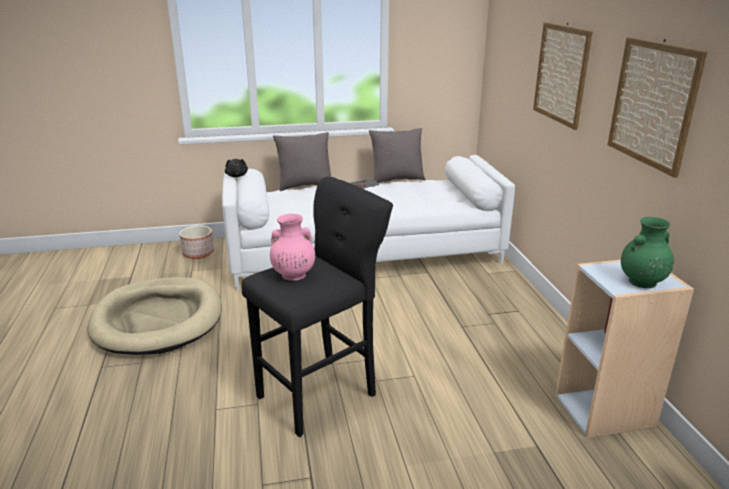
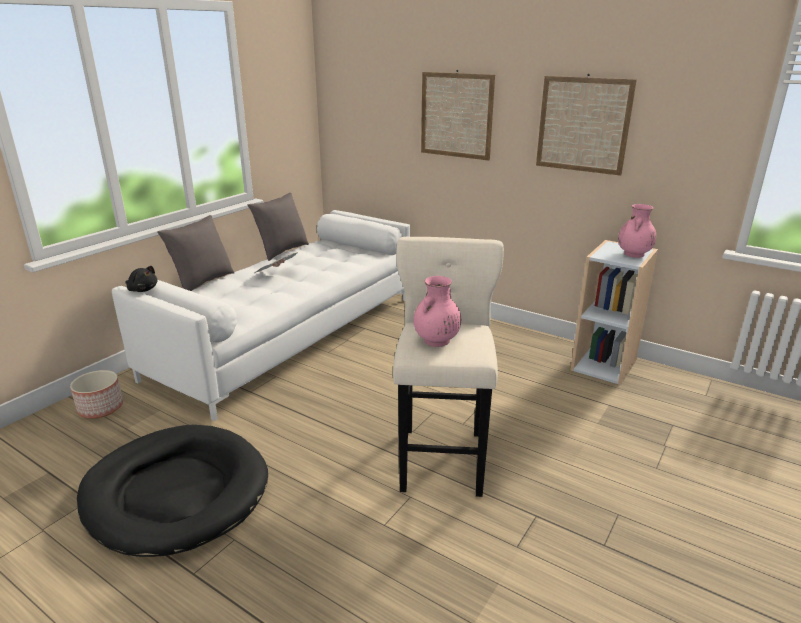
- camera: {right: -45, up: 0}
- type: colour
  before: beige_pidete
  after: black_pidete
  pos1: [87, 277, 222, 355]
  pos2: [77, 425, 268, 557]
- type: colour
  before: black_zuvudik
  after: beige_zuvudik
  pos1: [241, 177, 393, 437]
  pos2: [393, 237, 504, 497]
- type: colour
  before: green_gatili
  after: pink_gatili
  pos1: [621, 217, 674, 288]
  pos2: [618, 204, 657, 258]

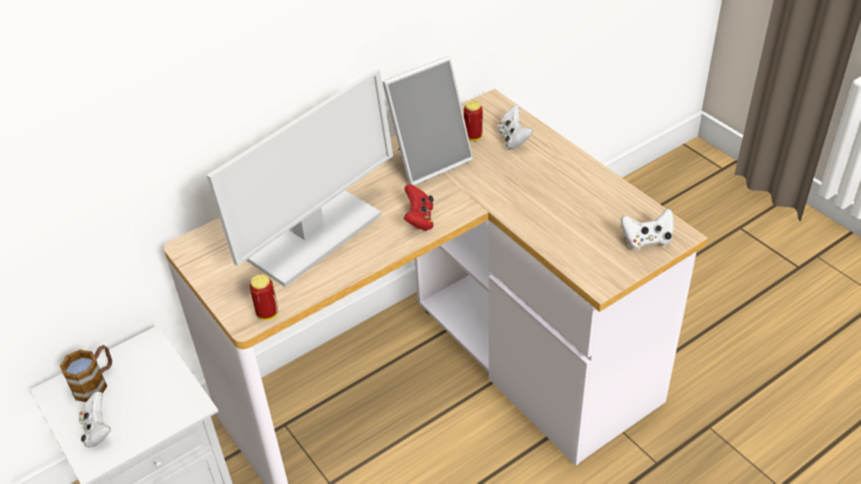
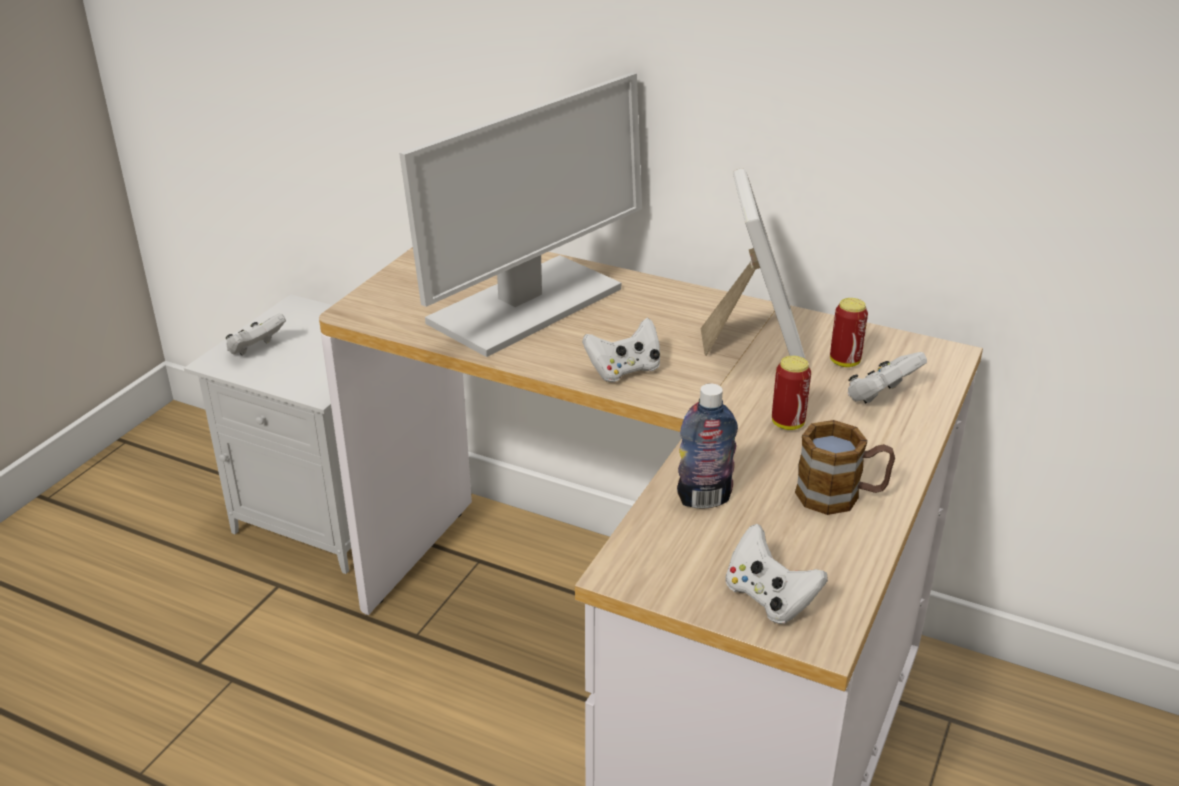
- camera: {right: 60, up: -10}
- type: relocated
  before: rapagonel
  pos1: [60, 345, 112, 402]
  pos2: [795, 420, 895, 515]
- type: spun
  before: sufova
  pos1: [207, 69, 393, 287]
  pos2: [399, 72, 642, 357]
  turn: -60
- type: relocated
  before: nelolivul
  pos1: [250, 275, 278, 320]
  pos2: [772, 356, 811, 430]
- type: spun
  before: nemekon
  pos1: [382, 56, 473, 186]
  pos2: [701, 168, 805, 359]
  turn: -120
- type: colour
  before: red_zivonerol
  after: white_zivonerol
  pos1: [404, 184, 434, 231]
  pos2: [582, 318, 660, 382]
- type: appeared
  after: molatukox
  pos2: [677, 384, 738, 509]

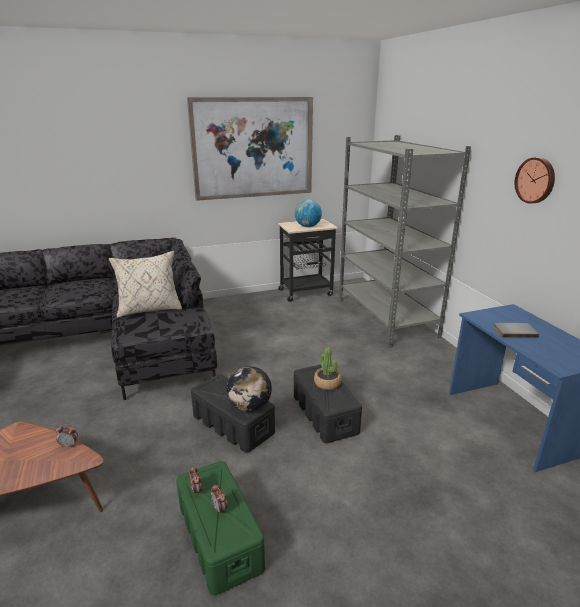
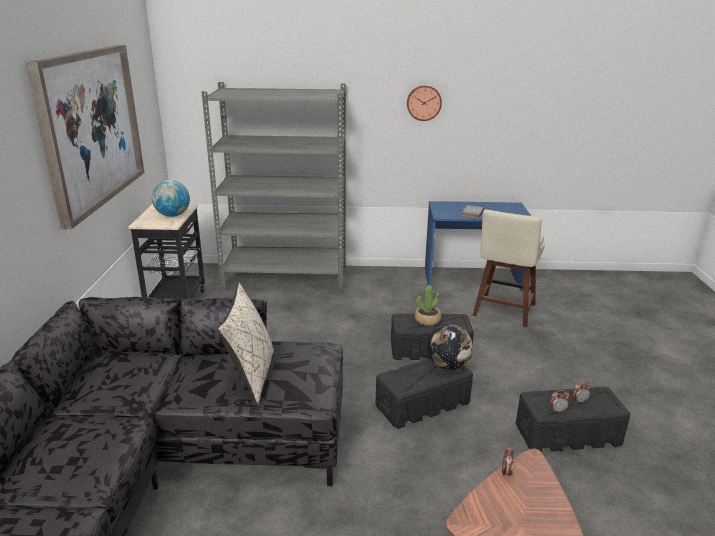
- camera: {right: -70, up: 0}
- type: colour
  before: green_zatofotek
  after: black_zatofotek
  pos1: [176, 461, 265, 595]
  pos2: [516, 387, 630, 452]
- type: appeared
  after: beige_zuvudik
  pos2: [472, 209, 545, 327]

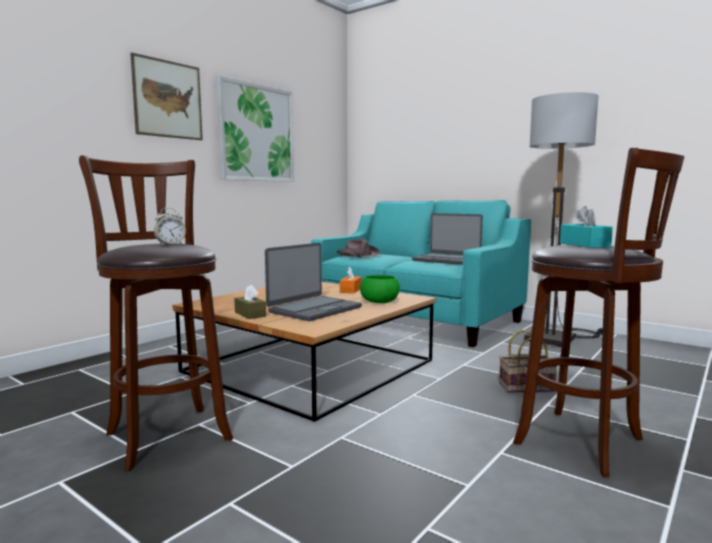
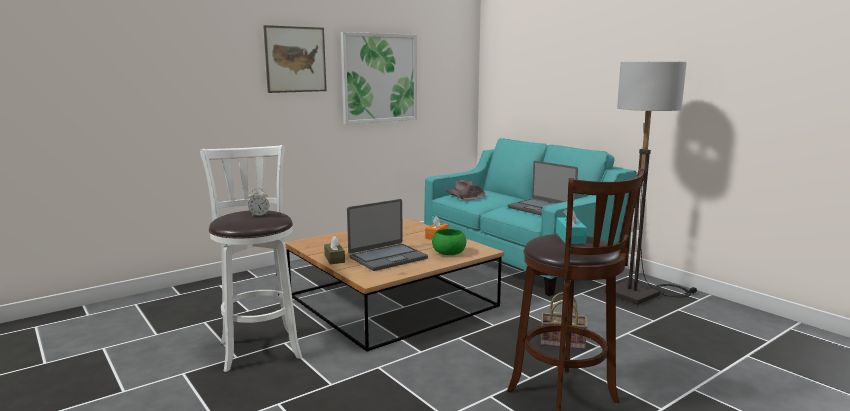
- camera: {right: 15, up: 5}
- type: colour
  before: brown_zuvudik
  after: white_zuvudik
  pos1: [79, 155, 233, 471]
  pos2: [200, 145, 302, 372]

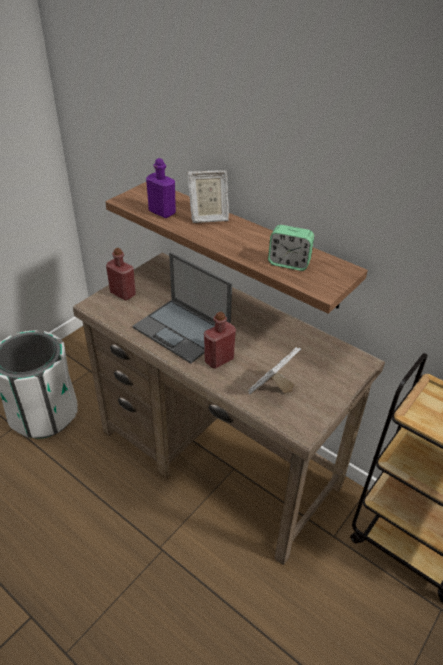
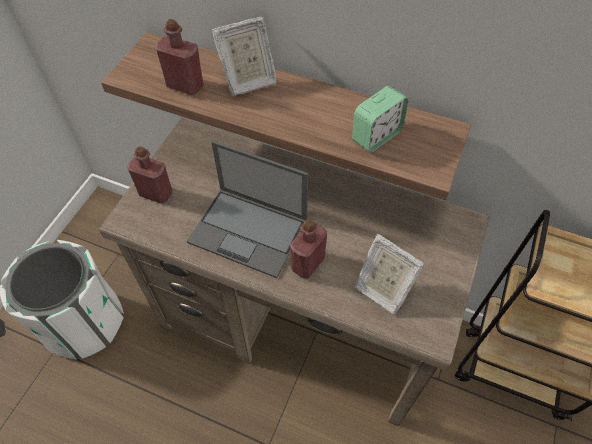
- camera: {right: -15, up: 15}
- type: colour
  before: purple_molatukox
  after: red_molatukox
  pos1: [146, 158, 176, 218]
  pos2: [156, 19, 203, 95]
- type: spun
  before: nemekon
  pos1: [248, 347, 301, 394]
  pos2: [355, 234, 424, 314]
  turn: -75
- type: spun
  before: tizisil
  pos1: [268, 225, 314, 271]
  pos2: [352, 86, 409, 153]
  turn: -45

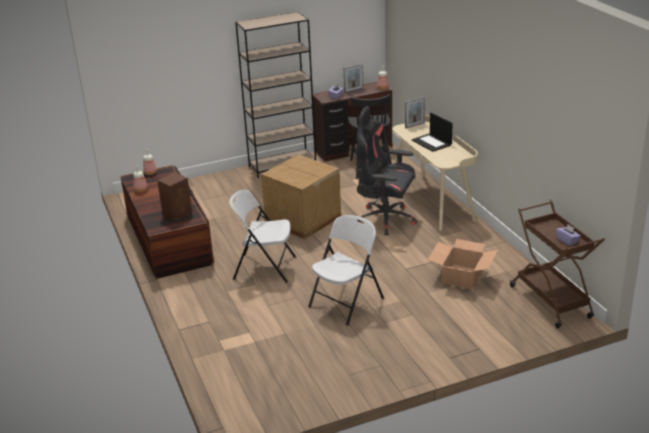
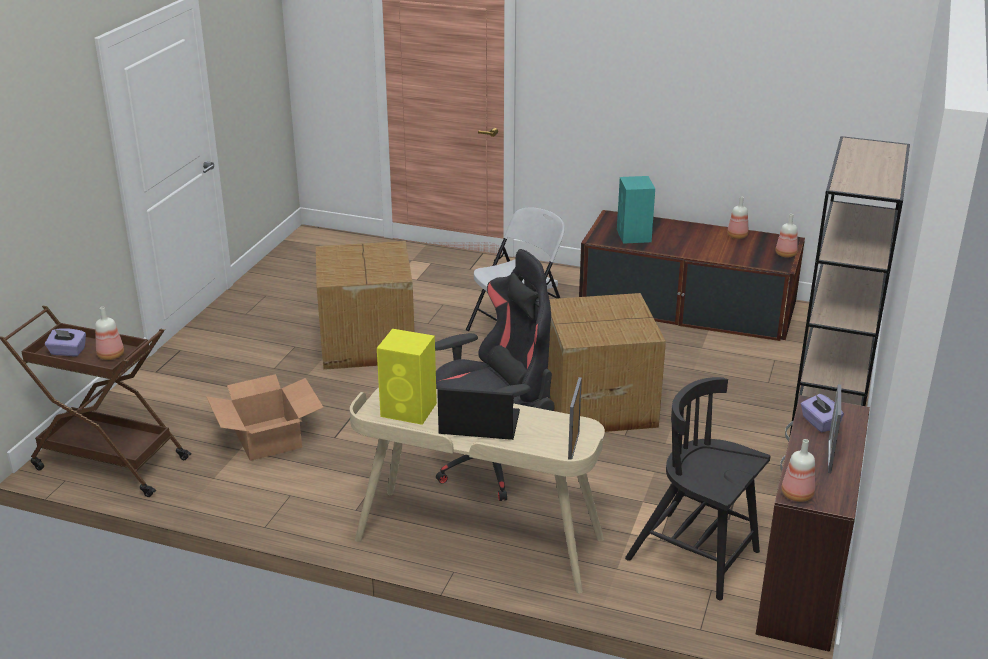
- camera: {right: 130, up: 0}
- type: colour
  before: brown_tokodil
  after: turquoise_tokodil
  pos1: [157, 172, 192, 221]
  pos2: [617, 176, 655, 244]
- type: exchanged
  before: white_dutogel
  after: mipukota
  pos1: [308, 215, 384, 326]
  pos2: [316, 241, 414, 370]
- type: appeared
  after: molatukox
  pos2: [95, 307, 124, 360]
- type: appeared
  after: yellow_tokodil
  pos2: [377, 329, 437, 425]

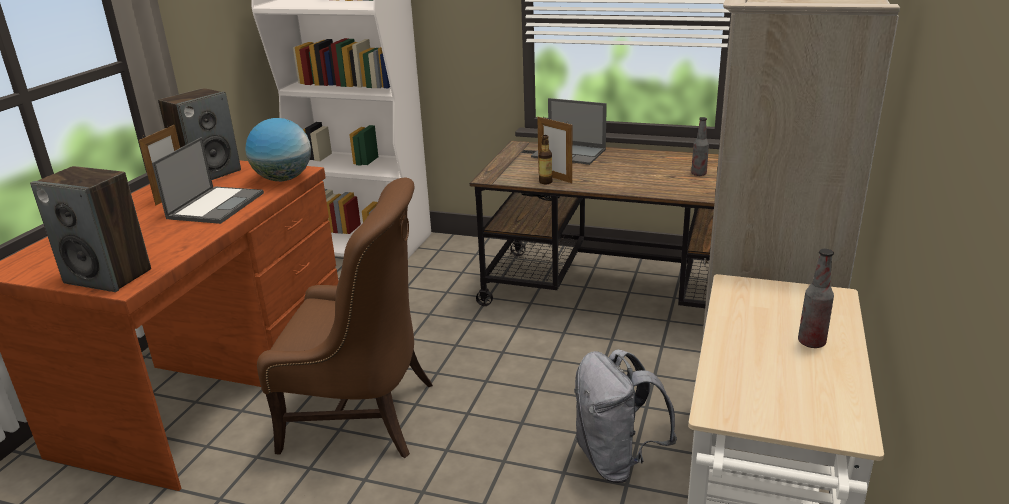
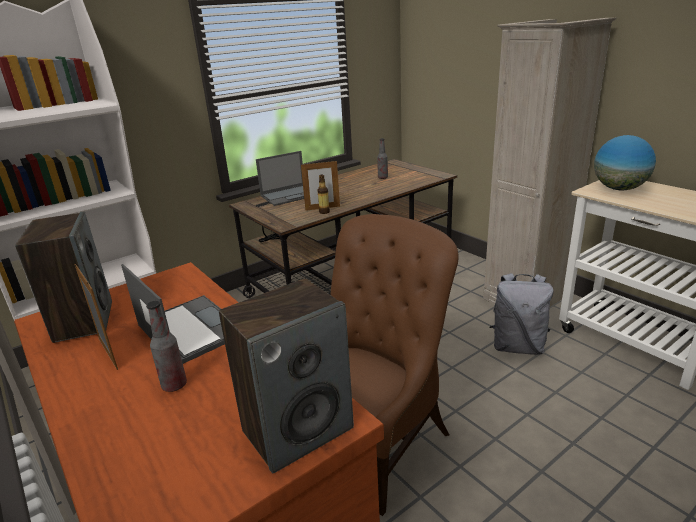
- camera: {right: -55, up: 0}
- type: relocated
  before: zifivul
  pos1: [245, 118, 311, 181]
  pos2: [594, 135, 656, 190]
- type: relocated
  before: molatukox
  pos1: [798, 249, 834, 348]
  pos2: [146, 301, 187, 392]

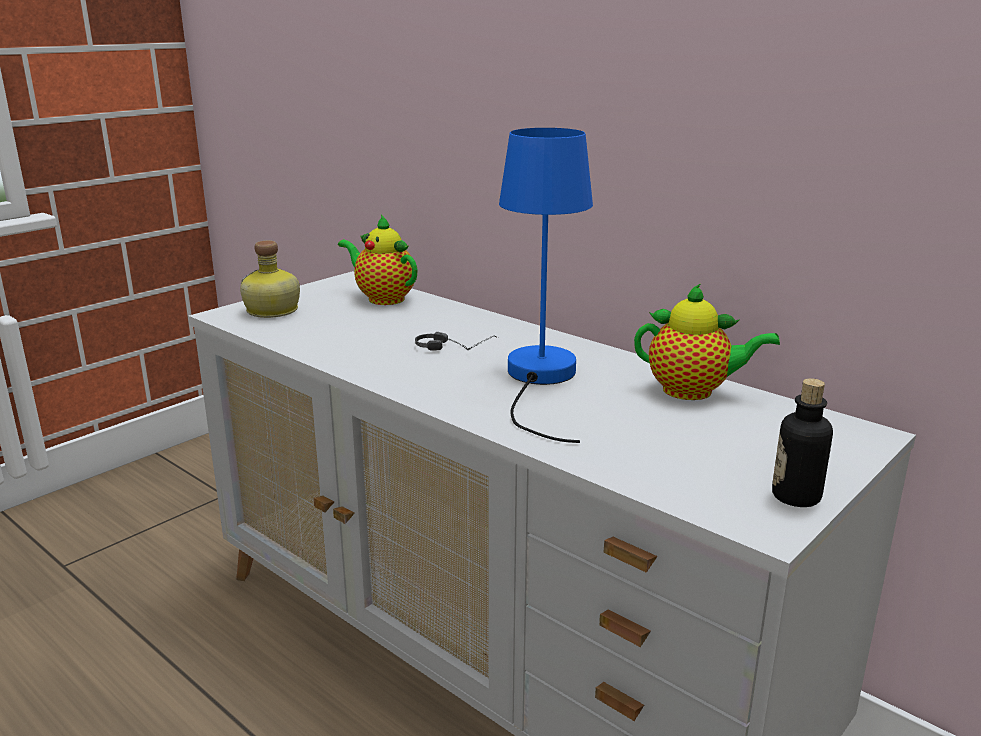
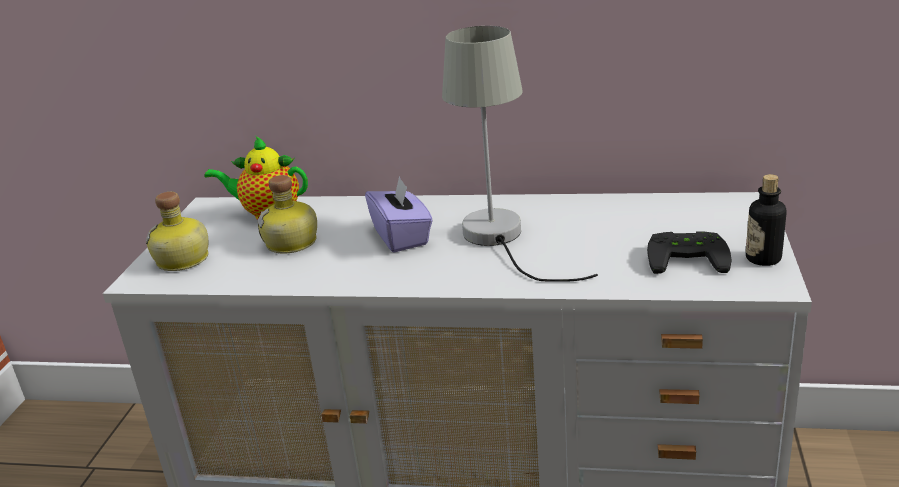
- camera: {right: -30, up: 5}
- type: exchanged
  before: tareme
  after: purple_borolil
  pos1: [415, 332, 498, 350]
  pos2: [365, 176, 433, 252]
- type: colour
  before: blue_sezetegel
  after: grey_sezetegel
  pos1: [499, 128, 593, 443]
  pos2: [442, 26, 598, 282]
- type: missing
  before: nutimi
  pos1: [634, 283, 780, 400]
- type: appeared
  after: molatukox
  pos2: [258, 175, 317, 254]
- type: appeared
  after: black_zivonerol
  pos2: [647, 231, 732, 274]

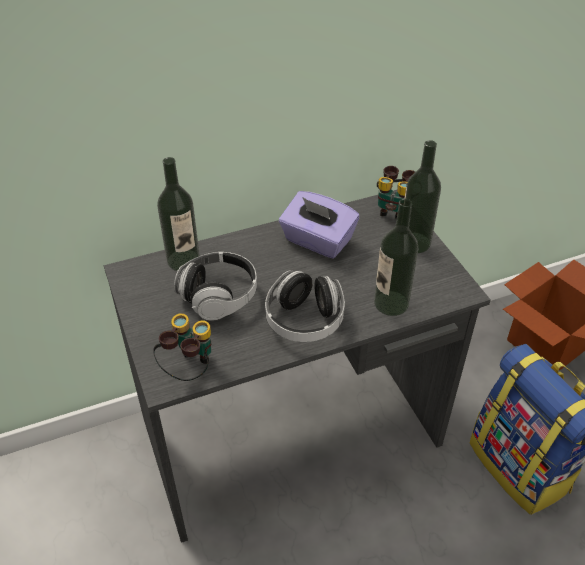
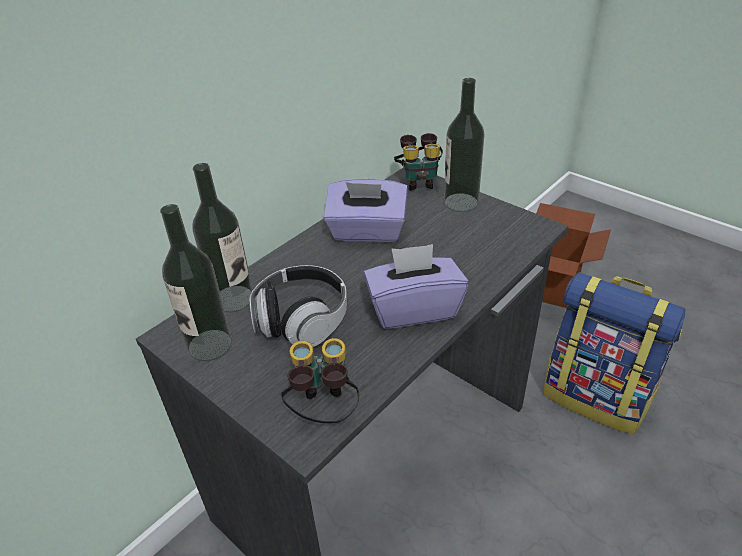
- camera: {right: -25, up: -5}
- type: exchanged
  before: tareme
  after: purple_borolil
  pos1: [265, 270, 345, 342]
  pos2: [364, 244, 469, 329]
- type: relocated
  before: molatukox
  pos1: [374, 199, 419, 316]
  pos2: [160, 204, 232, 361]

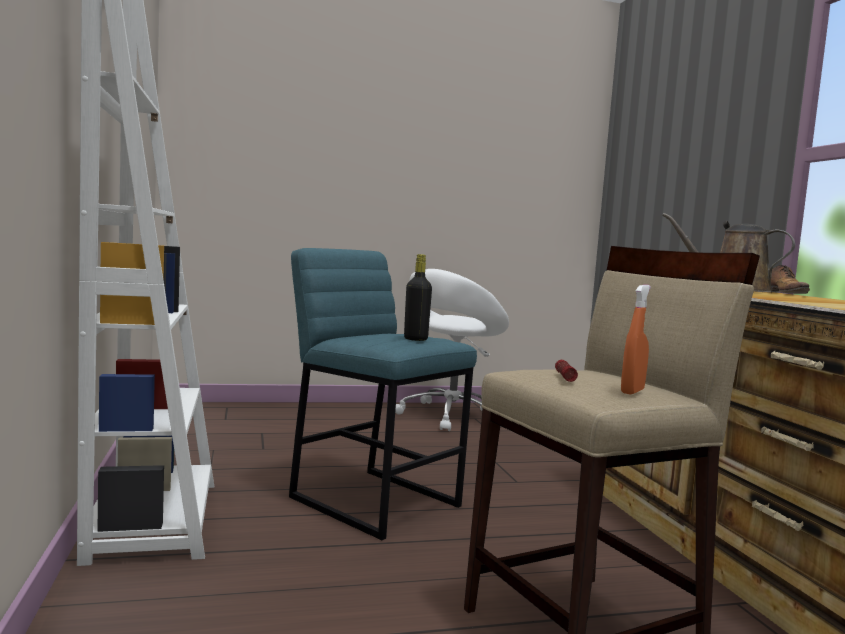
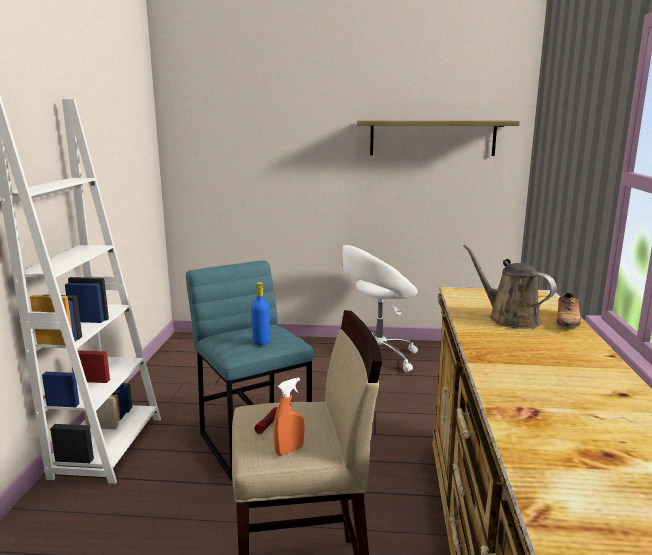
- camera: {right: 20, up: 10}
- type: colour
  before: black_molatukox
  after: blue_molatukox
  pos1: [404, 254, 432, 341]
  pos2: [251, 282, 270, 346]
- type: appeared
  after: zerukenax
  pos2: [357, 120, 520, 156]

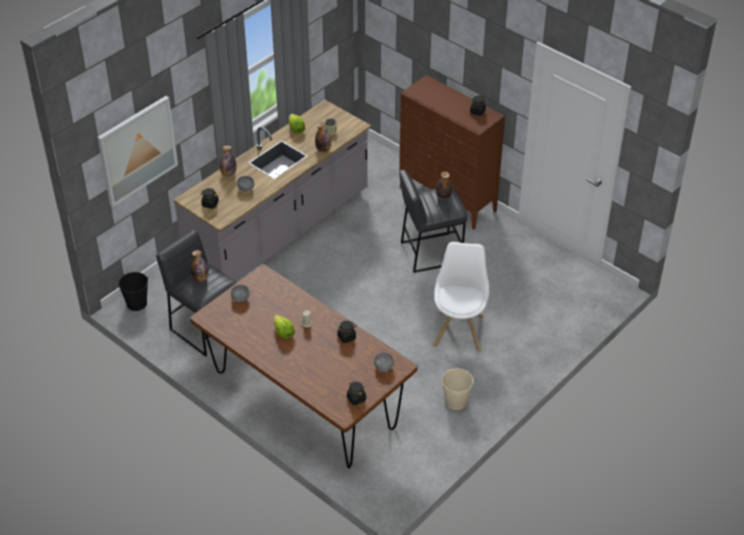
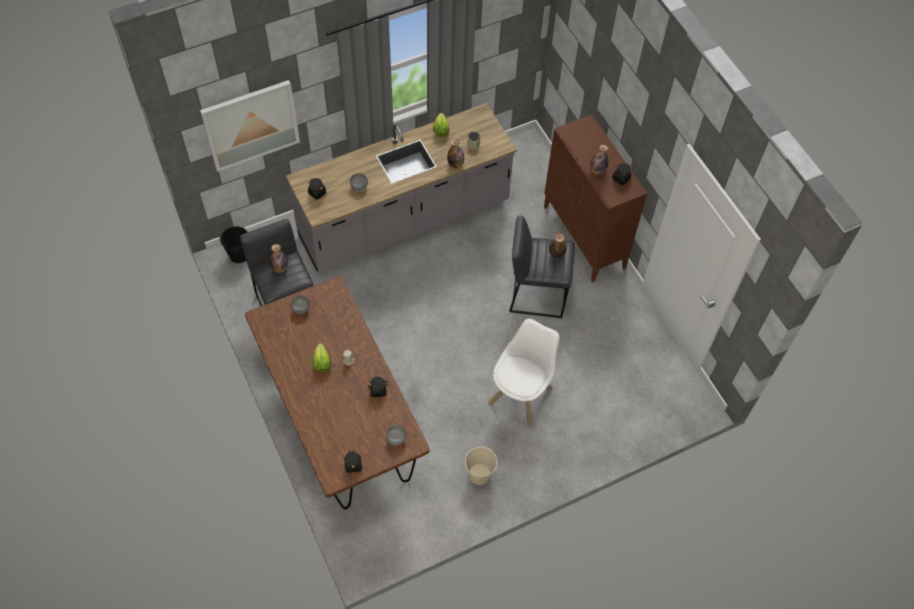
- camera: {right: 20, up: 15}
- type: relocated
  before: molatukox
  pos1: [220, 145, 236, 176]
  pos2: [590, 145, 609, 175]

